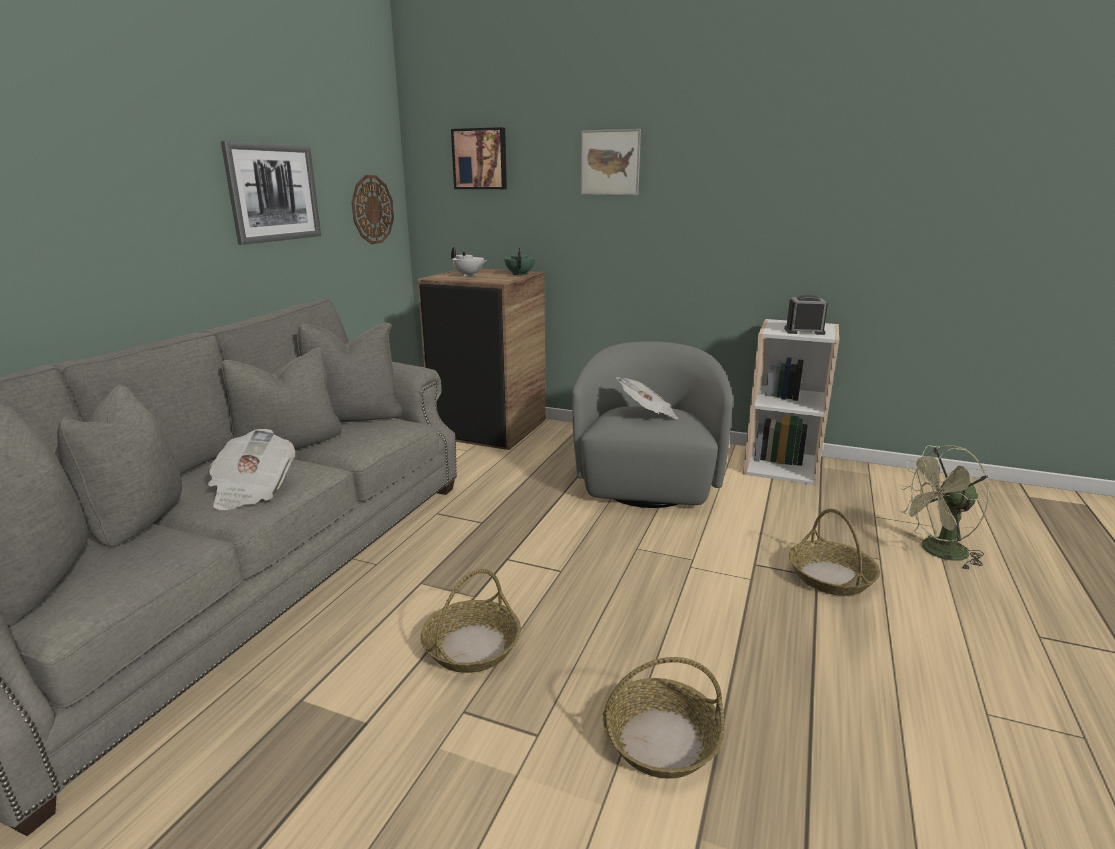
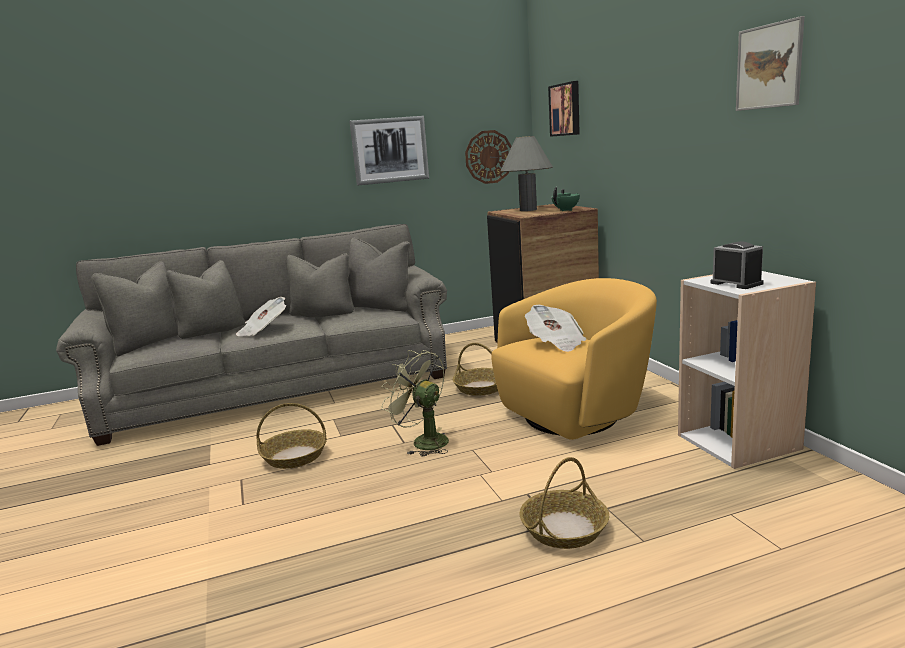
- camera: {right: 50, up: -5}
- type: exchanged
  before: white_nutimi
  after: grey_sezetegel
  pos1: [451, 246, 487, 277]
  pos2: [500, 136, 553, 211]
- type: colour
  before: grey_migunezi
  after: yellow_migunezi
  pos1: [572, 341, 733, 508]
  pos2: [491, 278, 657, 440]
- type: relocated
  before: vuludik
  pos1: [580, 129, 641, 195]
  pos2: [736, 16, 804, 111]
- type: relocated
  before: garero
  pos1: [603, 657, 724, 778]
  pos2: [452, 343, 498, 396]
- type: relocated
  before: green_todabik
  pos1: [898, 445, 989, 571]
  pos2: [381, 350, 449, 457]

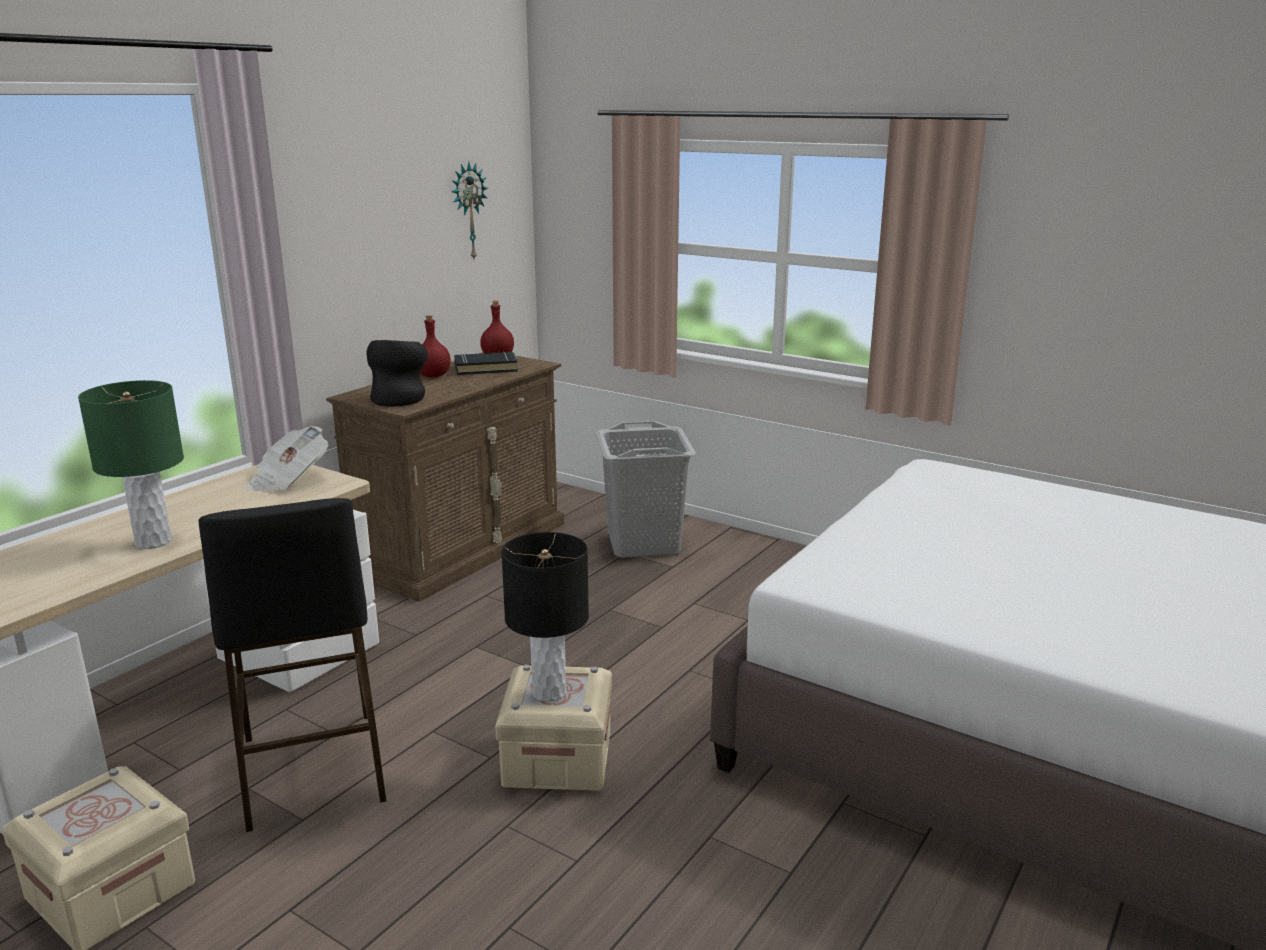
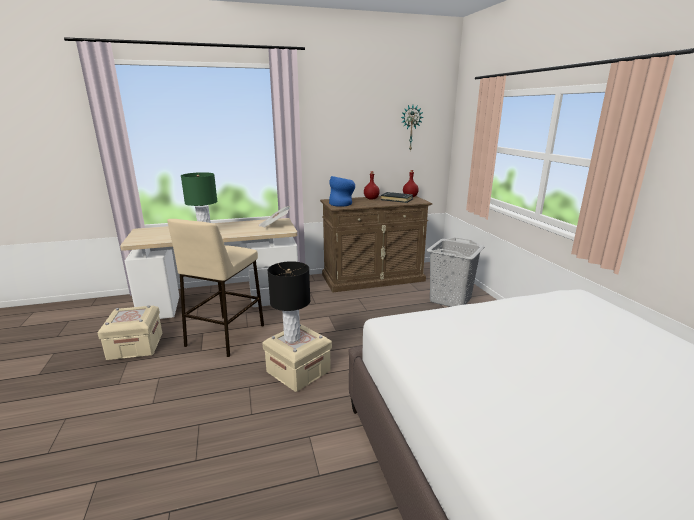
- camera: {right: 40, up: 0}
- type: colour
  before: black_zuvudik
  after: beige_zuvudik
  pos1: [199, 498, 386, 832]
  pos2: [167, 219, 264, 357]
- type: colour
  before: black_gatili
  after: blue_gatili
  pos1: [366, 340, 428, 407]
  pos2: [329, 176, 355, 207]

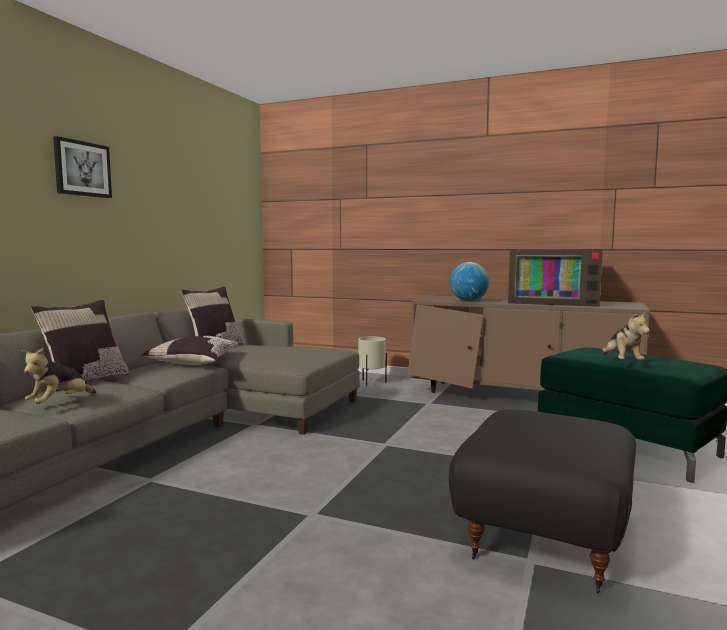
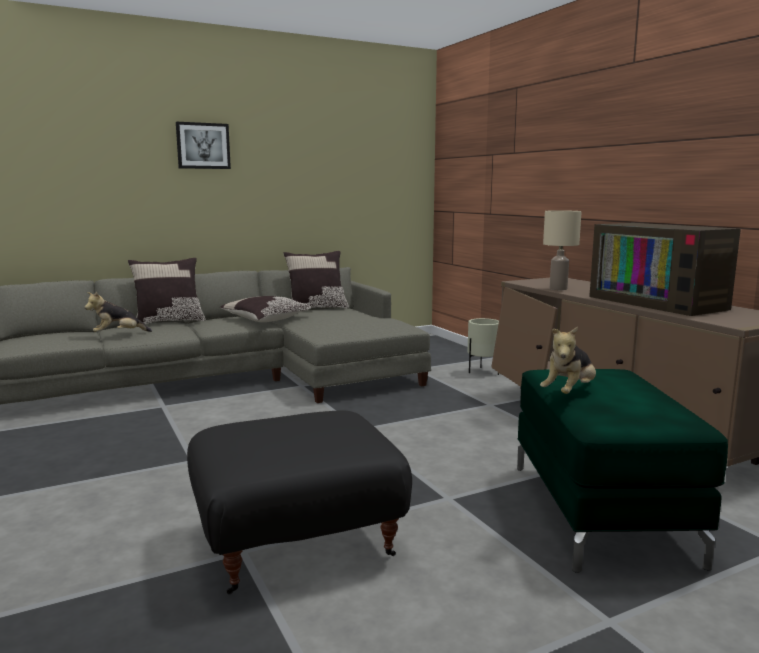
- camera: {right: 40, up: 5}
- type: exchanged
  before: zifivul
  after: beige_sezetegel
  pos1: [450, 262, 489, 301]
  pos2: [543, 210, 582, 290]

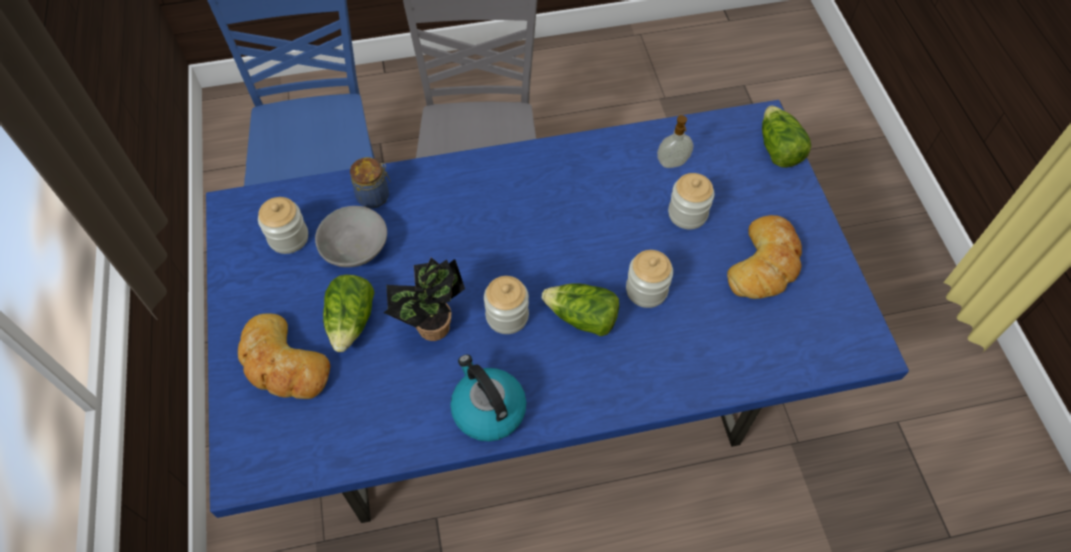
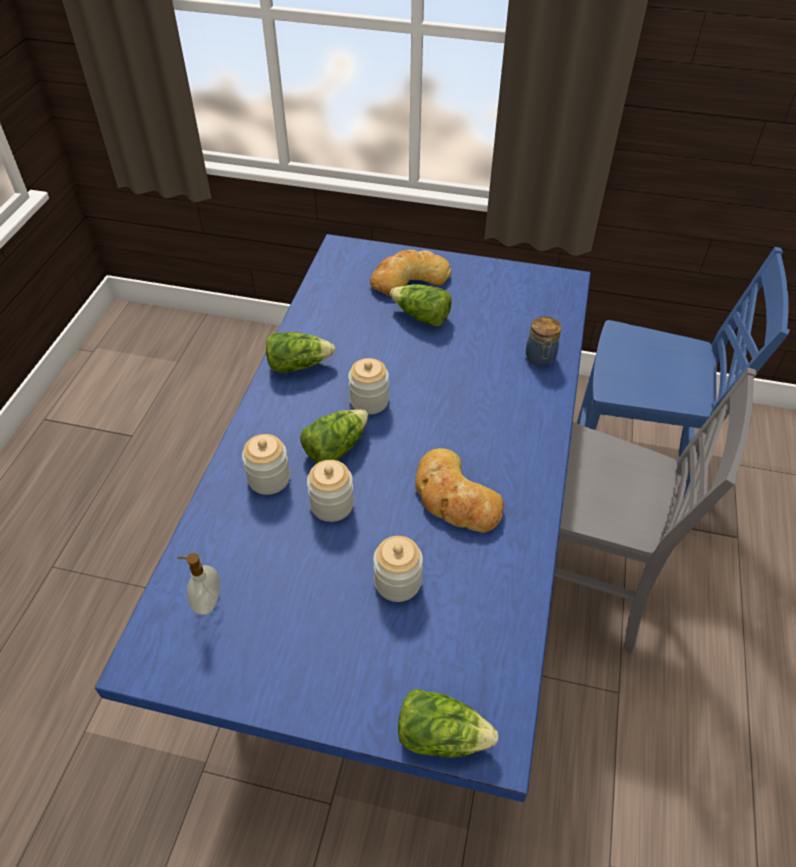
- camera: {right: 115, up: -10}
- type: relocated
  before: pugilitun
  pos1: [258, 197, 308, 254]
  pos2: [242, 434, 290, 495]
- type: missing
  before: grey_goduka
  pos1: [315, 206, 387, 267]
- type: missing
  before: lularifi
  pos1: [384, 258, 465, 341]
- type: exchanged
  before: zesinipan
  after: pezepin
  pos1: [450, 355, 526, 441]
  pos2: [266, 332, 336, 373]
- type: relocated
  before: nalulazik
  pos1: [657, 115, 693, 168]
  pos2: [178, 553, 220, 615]
- type: relocated
  before: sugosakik
  pos1: [727, 215, 802, 299]
  pos2: [415, 448, 504, 533]

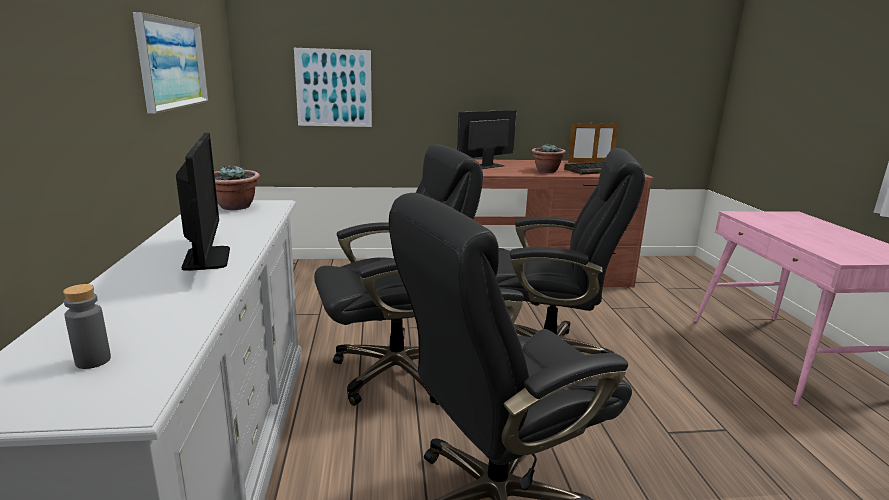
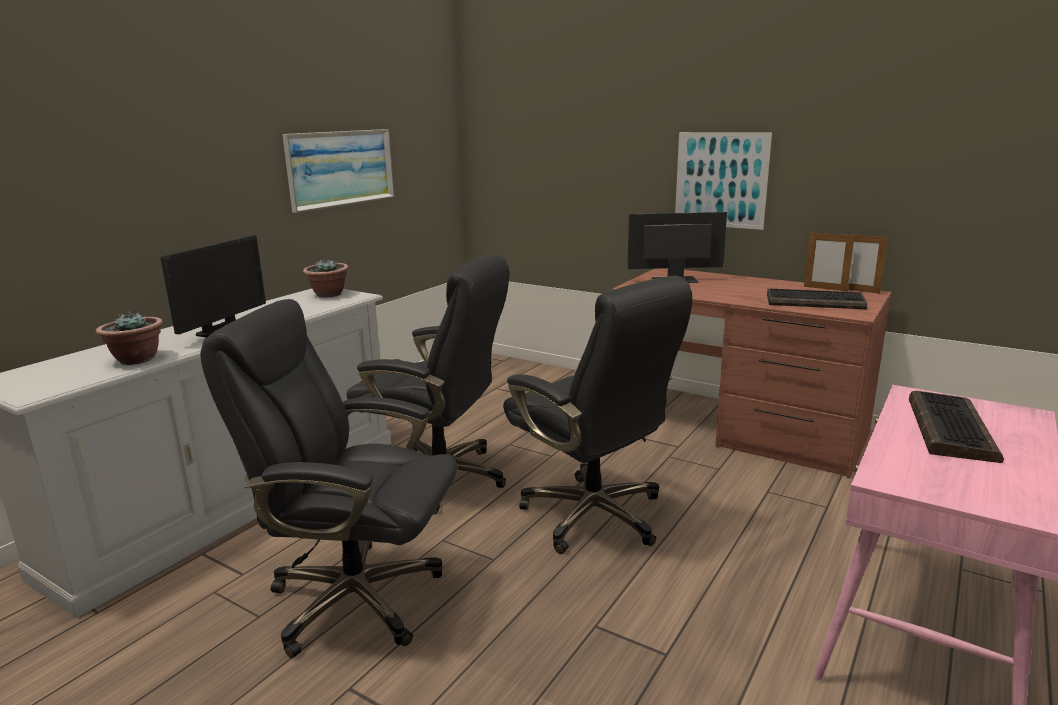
- camera: {right: 40, up: 0}
- type: missing
  before: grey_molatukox
  pos1: [63, 284, 111, 369]
- type: relocated
  before: vuludik
  pos1: [294, 48, 372, 127]
  pos2: [675, 132, 772, 230]
- type: relocated
  before: lularifi
  pos1: [532, 144, 566, 173]
  pos2: [96, 311, 163, 365]
- type: appeared
  after: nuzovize
  pos2: [909, 391, 1004, 463]

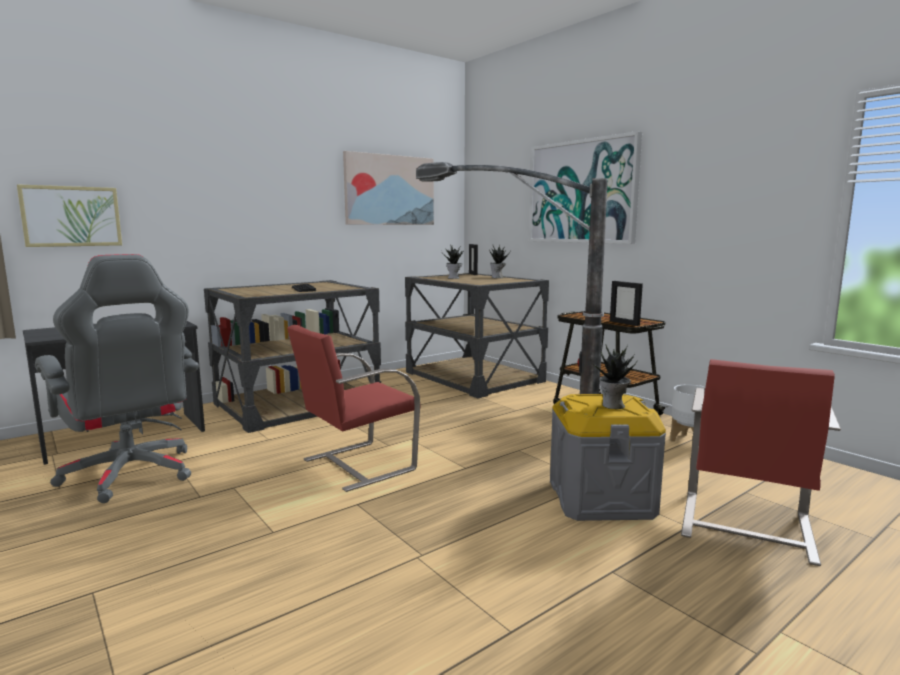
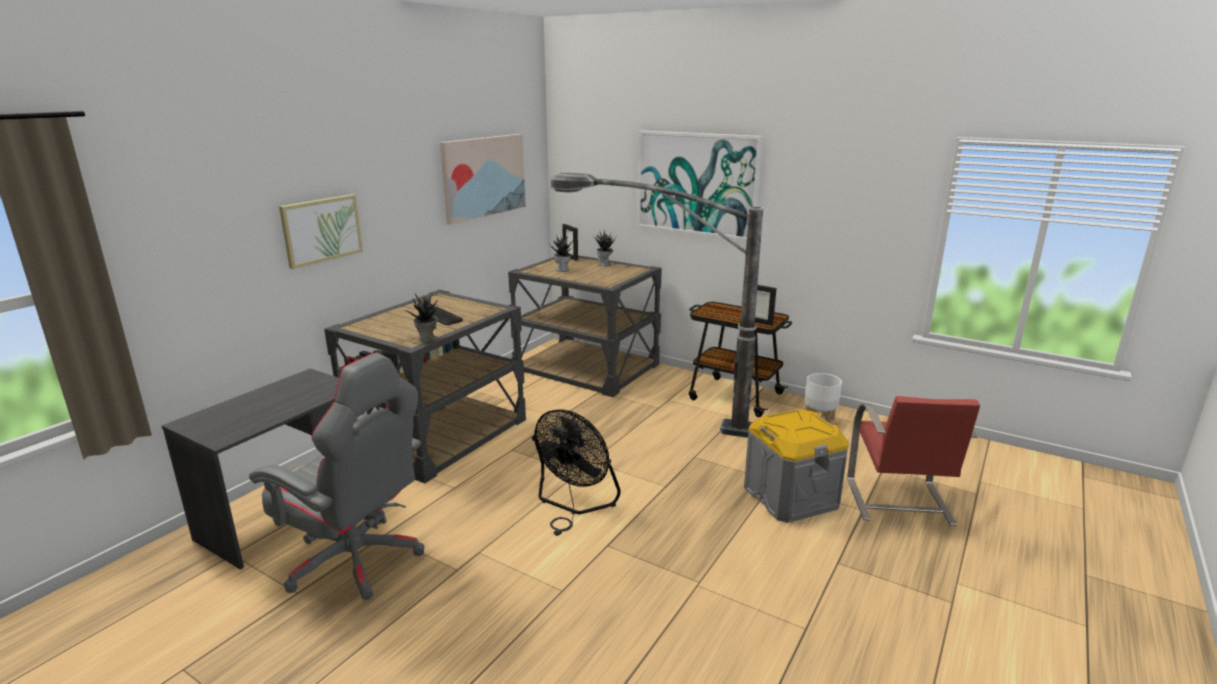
- camera: {right: -20, up: 10}
- type: relocated
  before: vuludik
  pos1: [17, 184, 122, 247]
  pos2: [279, 194, 363, 269]
- type: exchanged
  before: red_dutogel
  after: black_todabik
  pos1: [287, 325, 420, 492]
  pos2: [532, 409, 621, 536]
- type: relocated
  before: lularifi
  pos1: [592, 344, 637, 409]
  pos2: [405, 294, 438, 342]

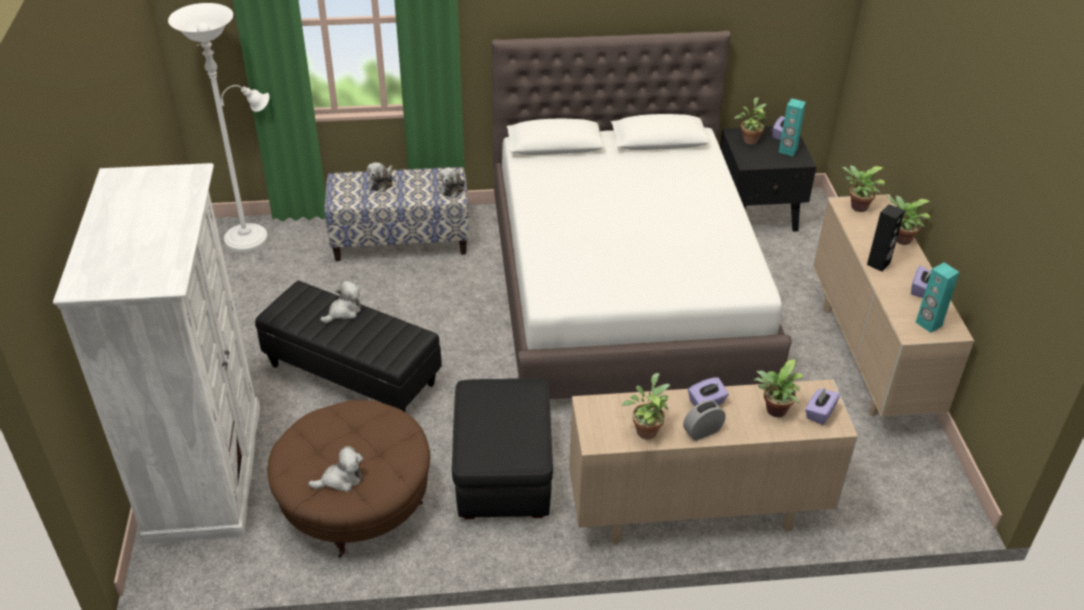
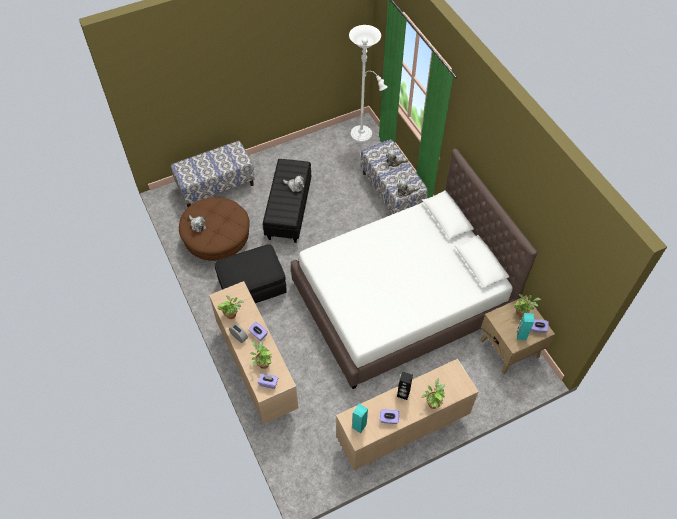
- camera: {right: 70, up: 15}
- type: exchanged
  before: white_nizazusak
  after: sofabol
  pos1: [53, 163, 260, 544]
  pos2: [171, 141, 255, 207]
- type: colour
  before: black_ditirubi
  after: beige_ditirubi
  pos1: [720, 126, 816, 232]
  pos2: [480, 295, 555, 375]
- type: missing
  before: lularifi
  pos1: [841, 165, 886, 212]

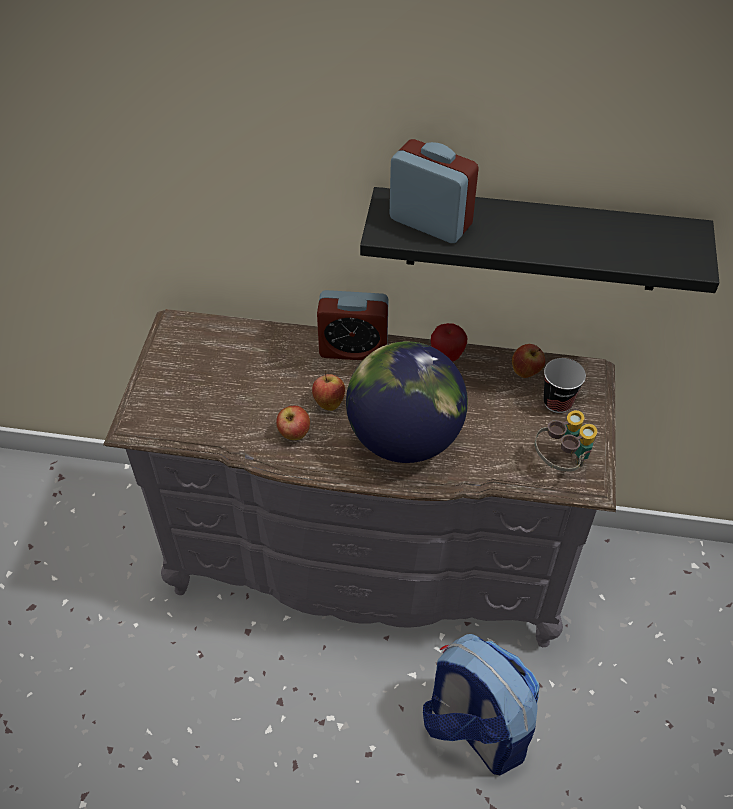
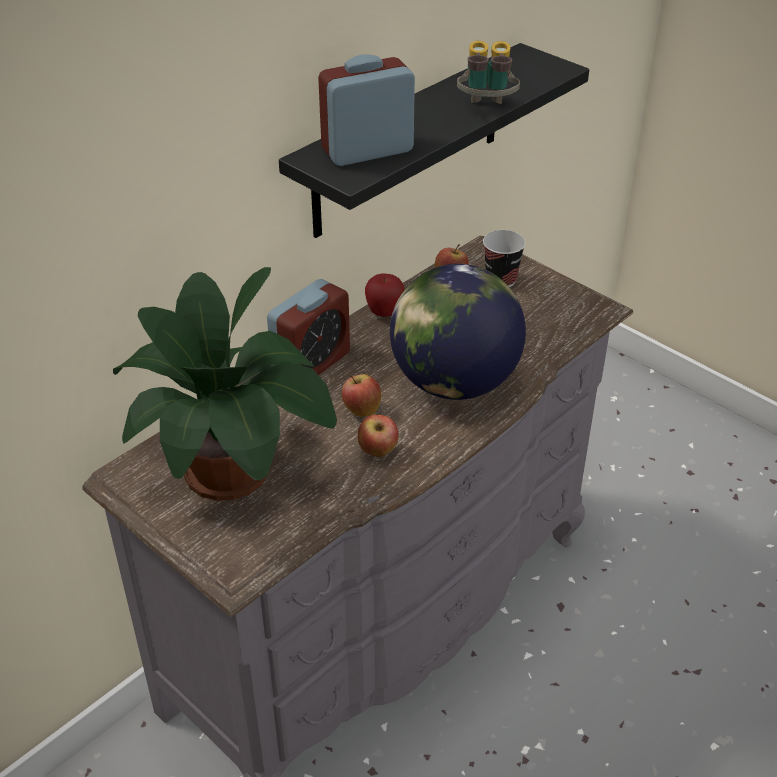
- camera: {right: -55, up: -10}
- type: missing
  before: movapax
  pos1: [423, 634, 540, 775]
- type: relocated
  before: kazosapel
  pos1: [535, 410, 597, 472]
  pos2: [457, 41, 520, 104]
- type: appeared
  after: lularifi
  pos2: [113, 267, 337, 501]

